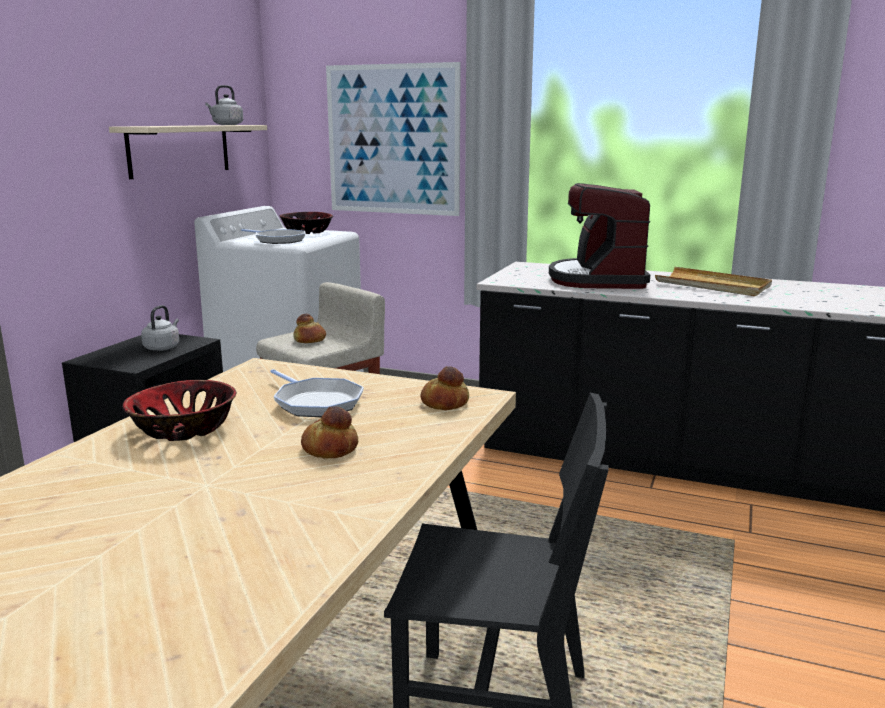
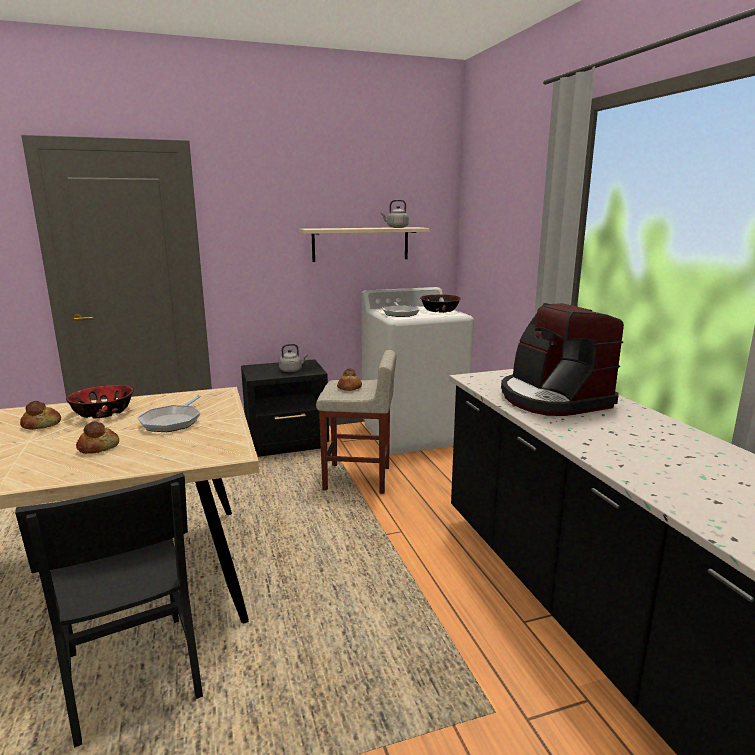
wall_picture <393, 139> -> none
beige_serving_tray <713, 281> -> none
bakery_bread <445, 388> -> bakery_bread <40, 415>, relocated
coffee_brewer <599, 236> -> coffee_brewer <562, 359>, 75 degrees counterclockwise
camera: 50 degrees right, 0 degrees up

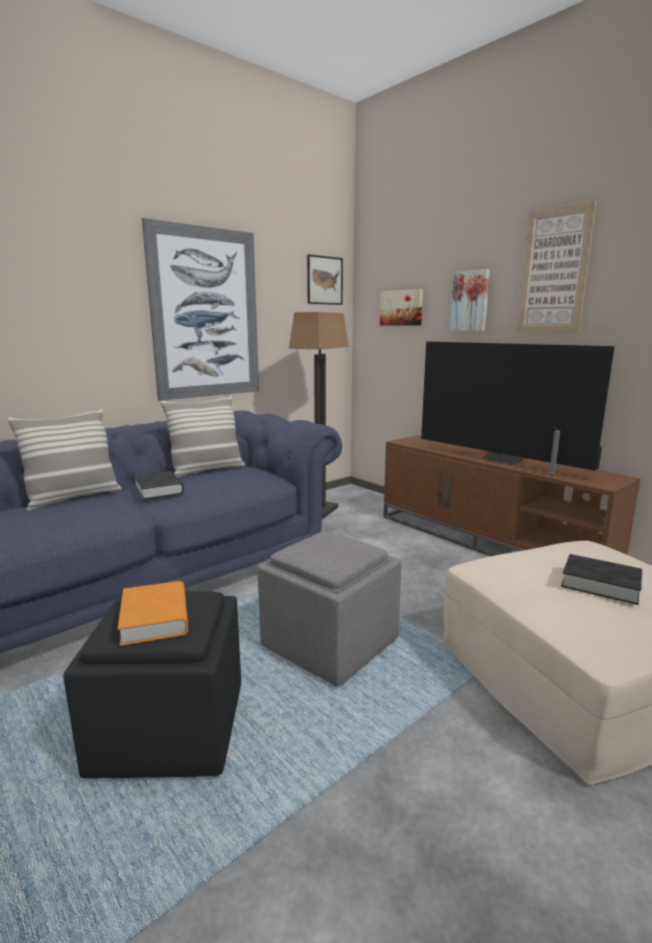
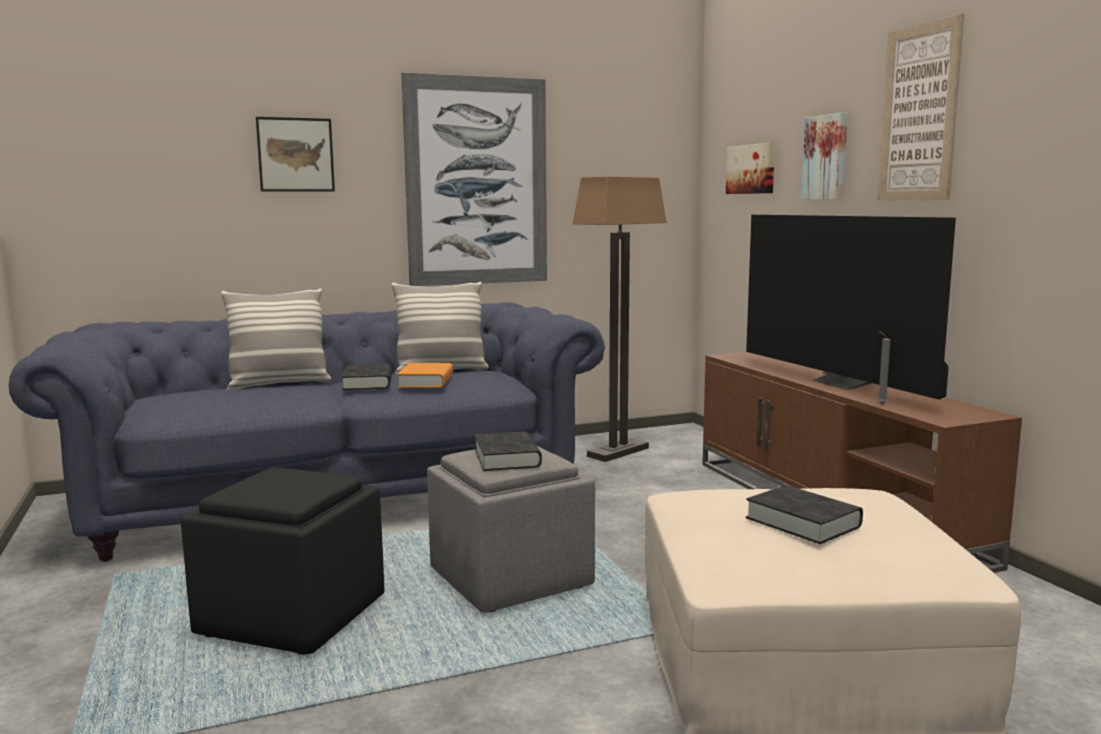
none -> blackish_bound_book <508, 451>
orange_bound_book <153, 613> -> orange_bound_book <425, 375>, relocated
wall_picture <325, 279> -> wall_picture <295, 154>, relocated
camera: 20 degrees right, 5 degrees down

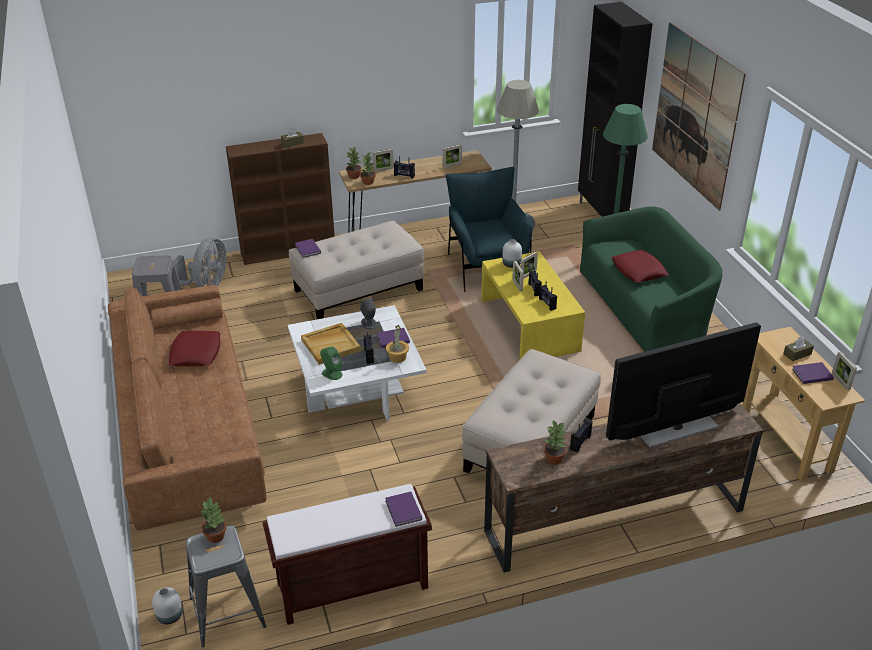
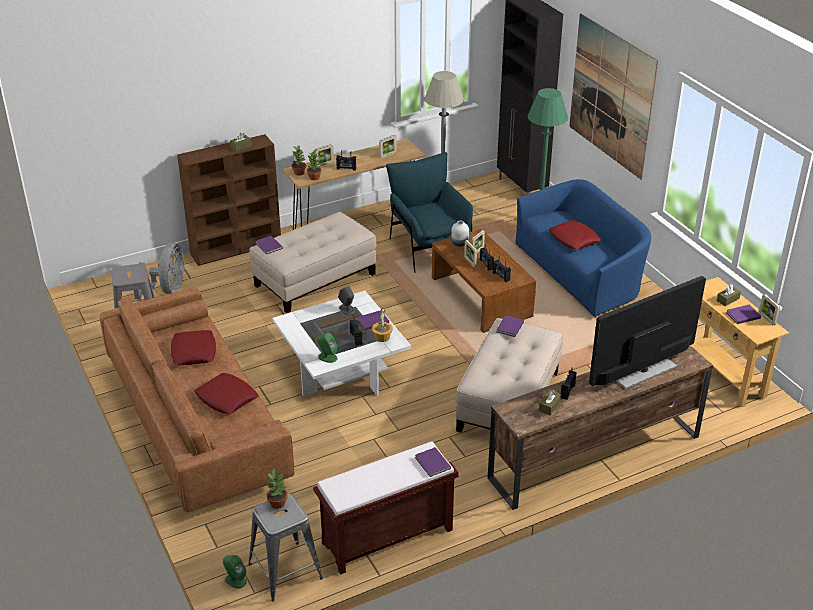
beige_serving_tray <331, 344> -> none
none -> red_cushion <226, 394>
none -> purple_bound_book <510, 326>
whitish_decorative_vase <167, 605> -> green_audio_speaker <235, 571>
houseplant <555, 442> -> brown-coloured_tissue_holder <550, 402>
yellowish_lounge_table <533, 305> -> brown-coloured_lounge_table <484, 281>
green_sofa <651, 279> -> blue_sofa <583, 248>
camera: 10 degrees left, 0 degrees up

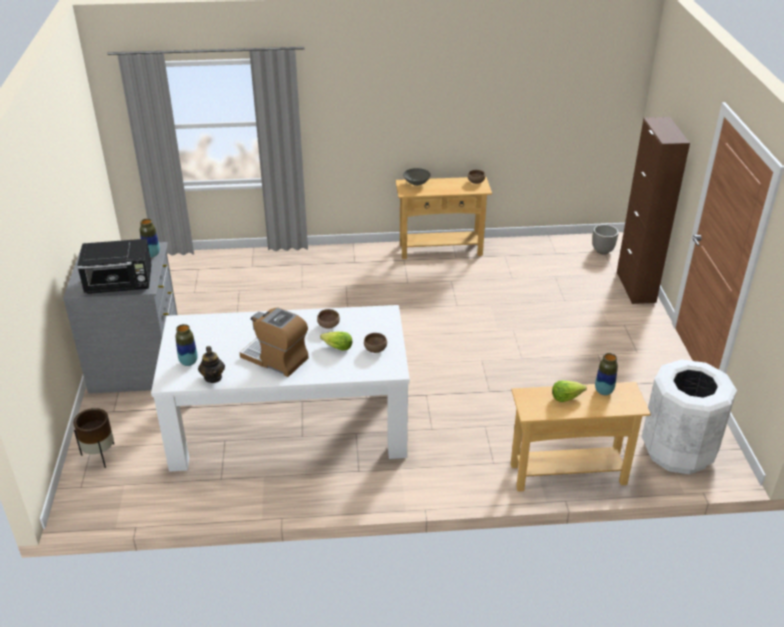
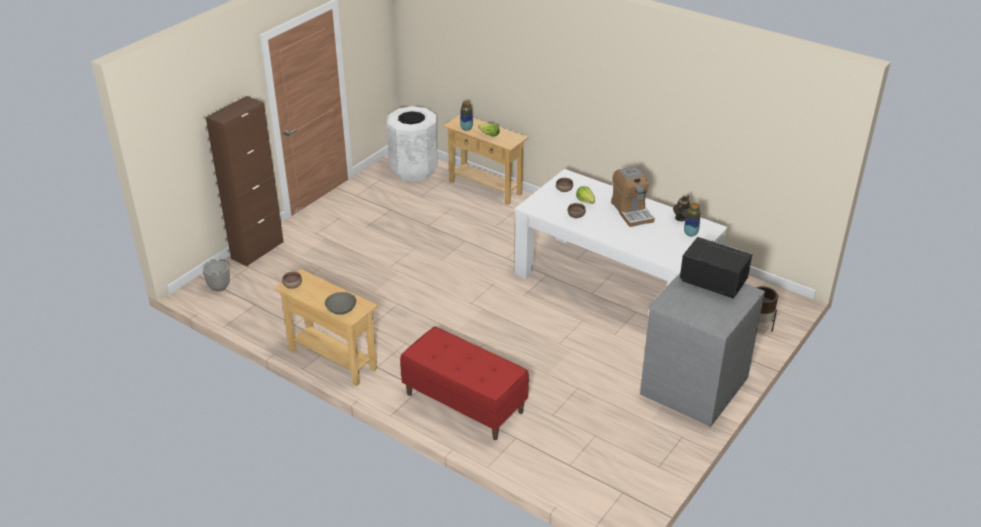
decorative_vase <150, 238> -> none
none -> red_indoor_bench <464, 383>
camera: 140 degrees left, 0 degrees up

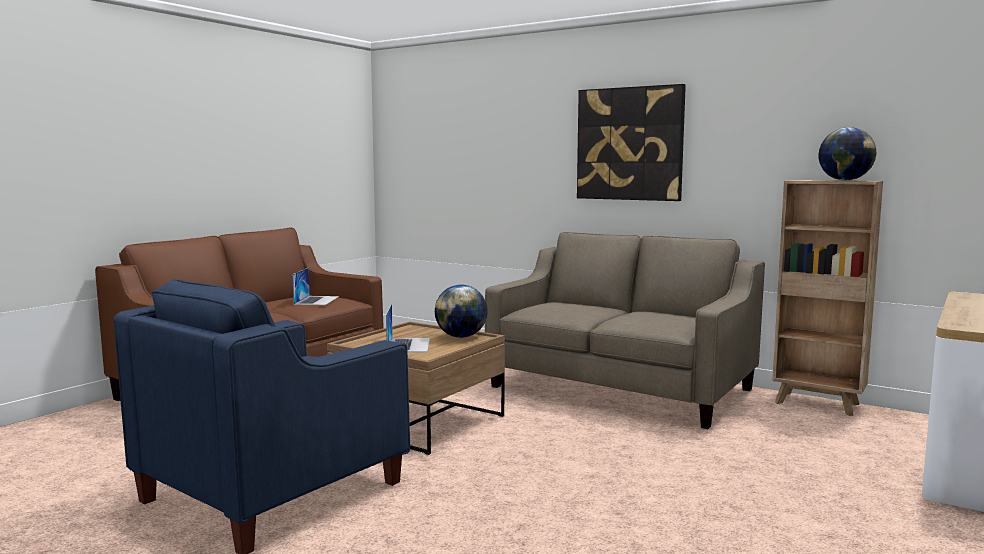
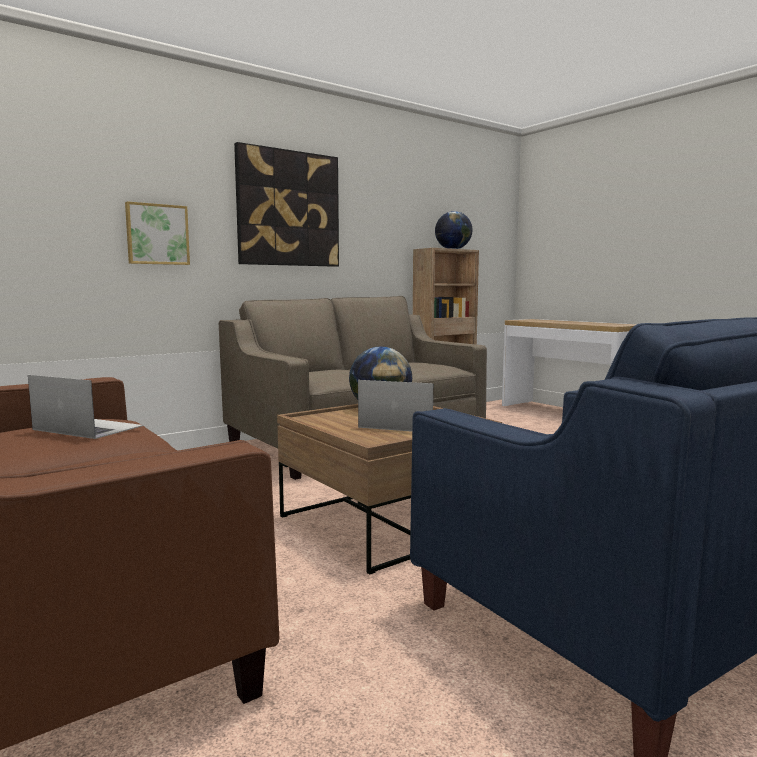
none -> wall_picture <157, 233>
camera: 70 degrees left, 0 degrees up

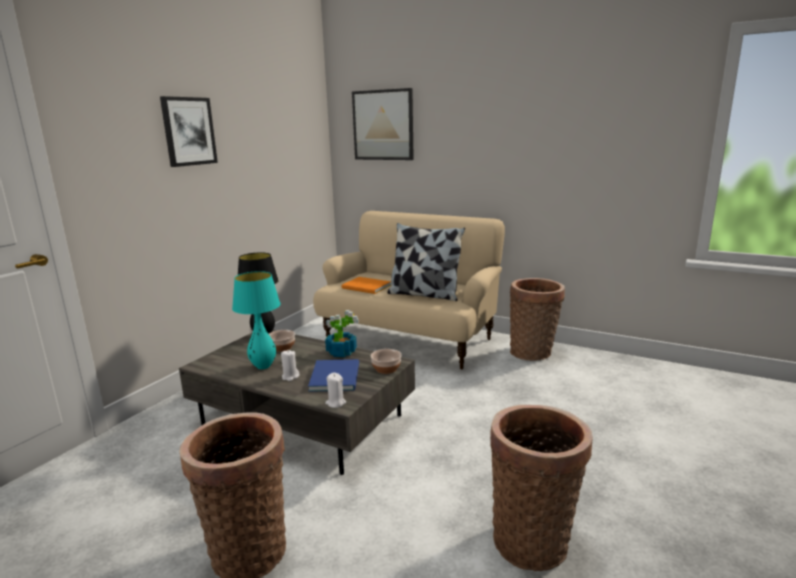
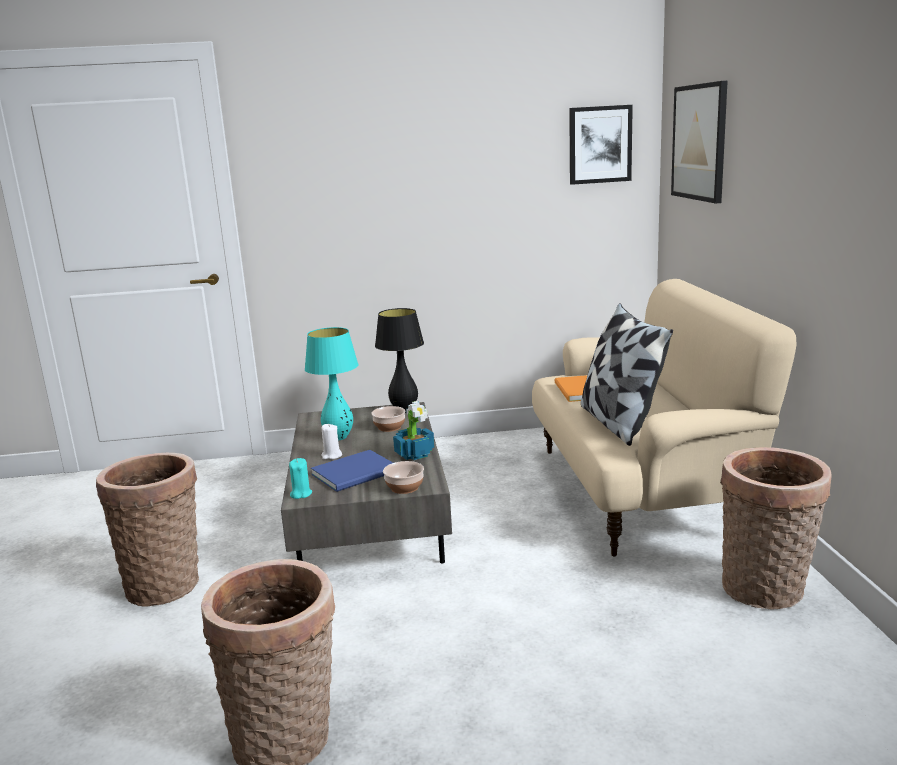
wall_picture <189, 131> -> wall_picture <601, 145>, relocated
whitish_candle <335, 390> -> turquoise-coloured_candle <300, 478>
camera: 55 degrees right, 0 degrees up

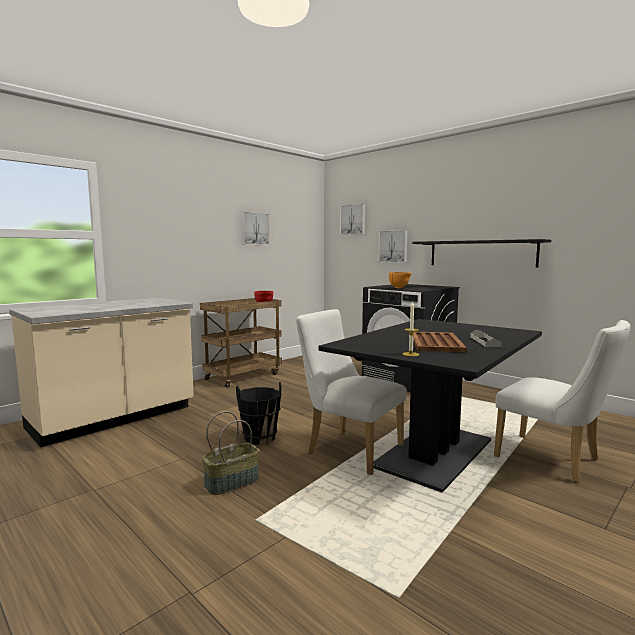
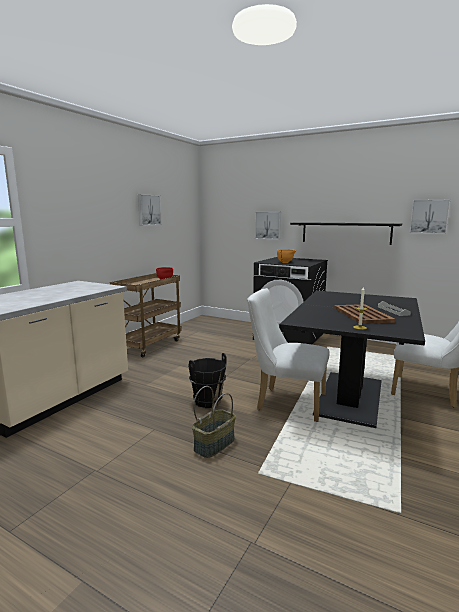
wall_picture <352, 219> -> wall_picture <430, 217>, relocated
camera: 15 degrees left, 5 degrees up

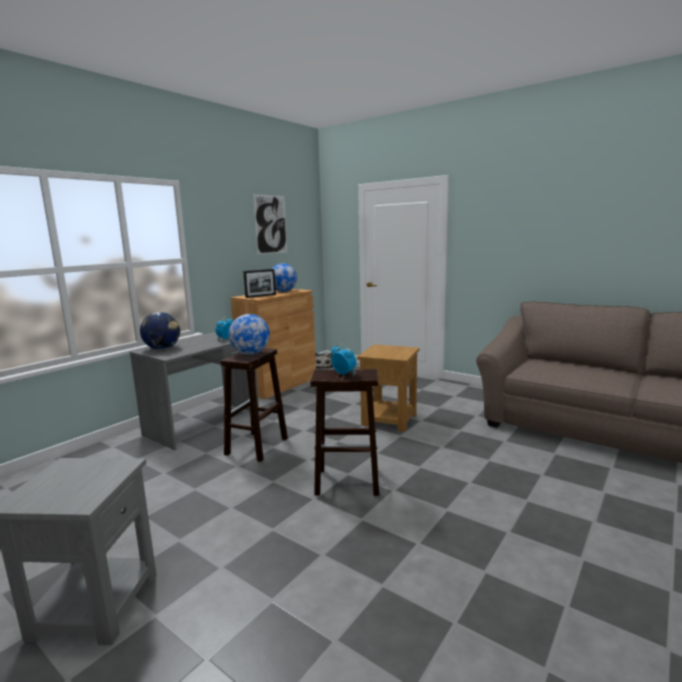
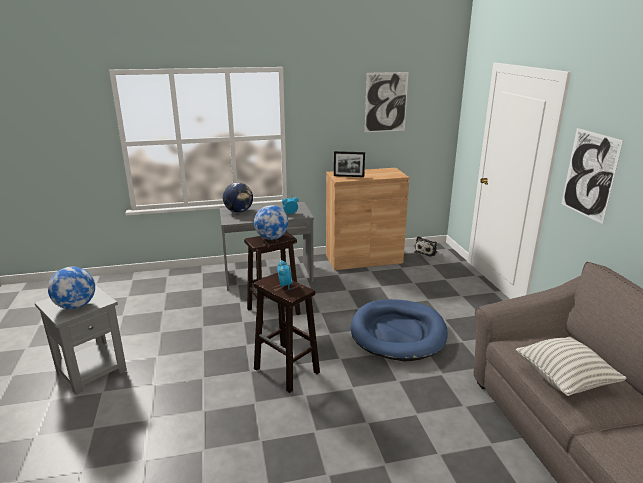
none -> cushion <571, 366>
none -> wall_picture <592, 176>
world_globe <284, 278> -> world_globe <71, 288>, relocated
brown-coloured_side_table <388, 388> -> blue_dog_cushion <399, 330>
camera: 40 degrees right, 10 degrees up

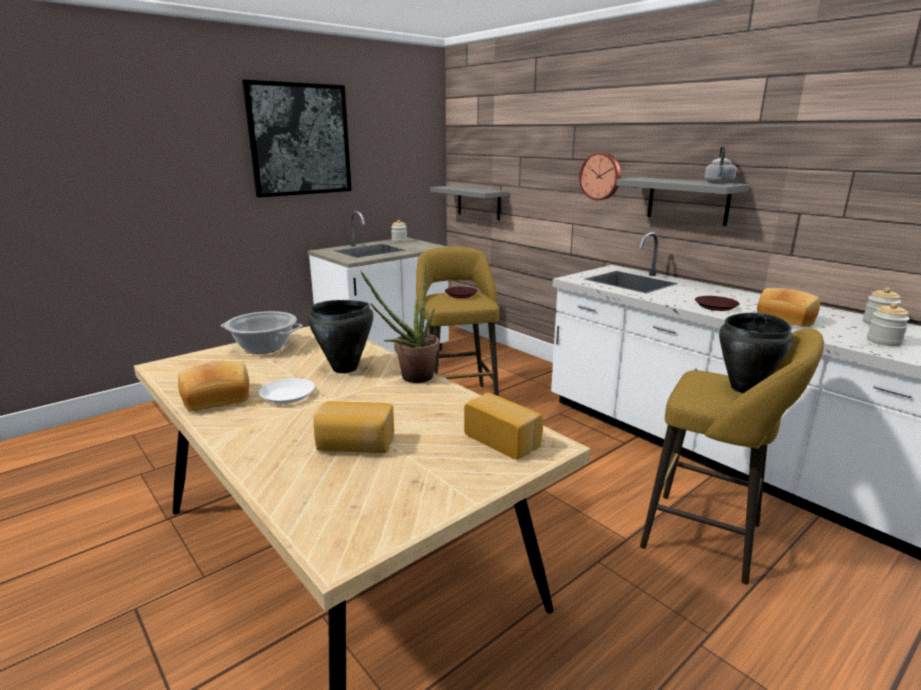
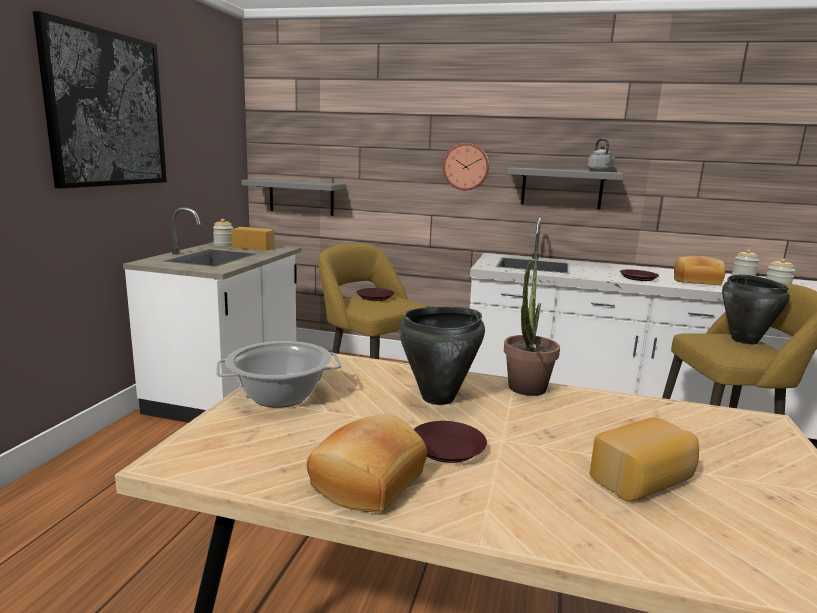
bakery_bread <503, 426> -> bakery_bread <252, 238>, relocated
whitish_plate <287, 391> -> brown-coloured_plate <450, 442>
camera: 35 degrees left, 5 degrees down

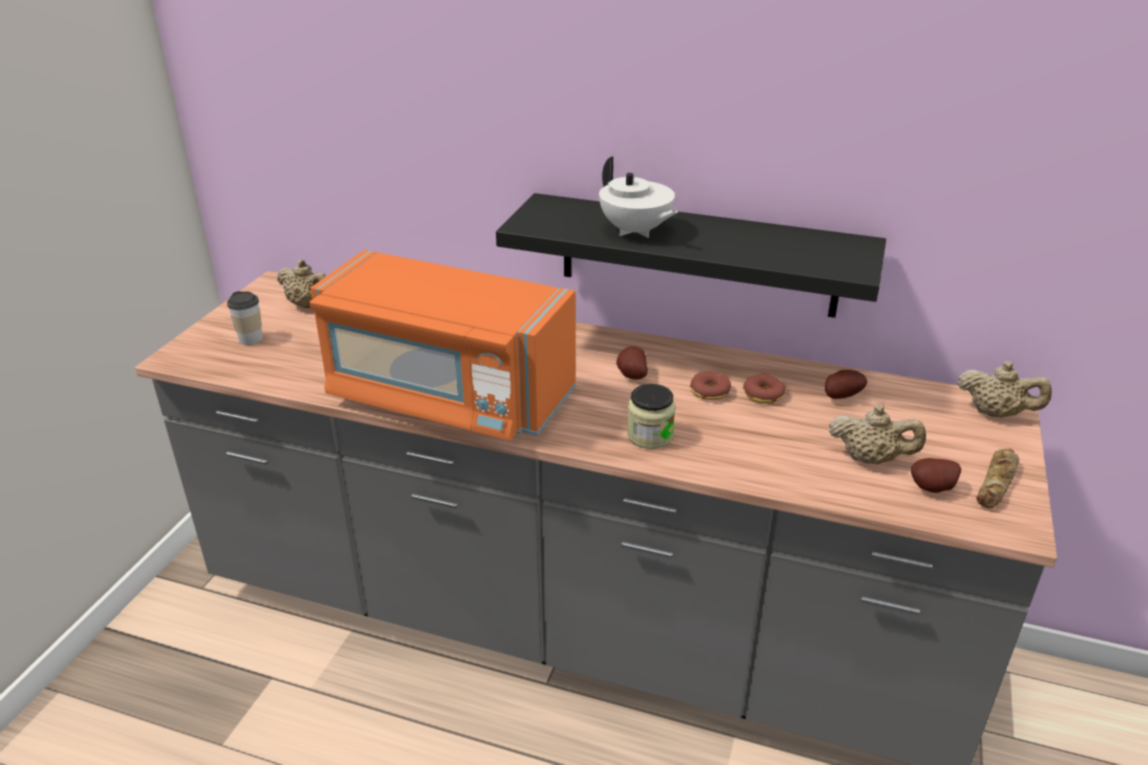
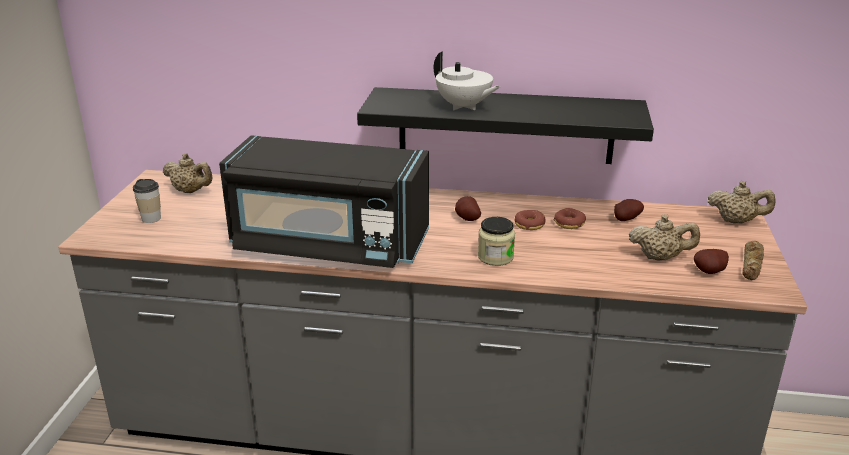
orange_kitchen_microwave <443, 345> -> blackish_kitchen_microwave <324, 201>
camera: 10 degrees left, 5 degrees down

